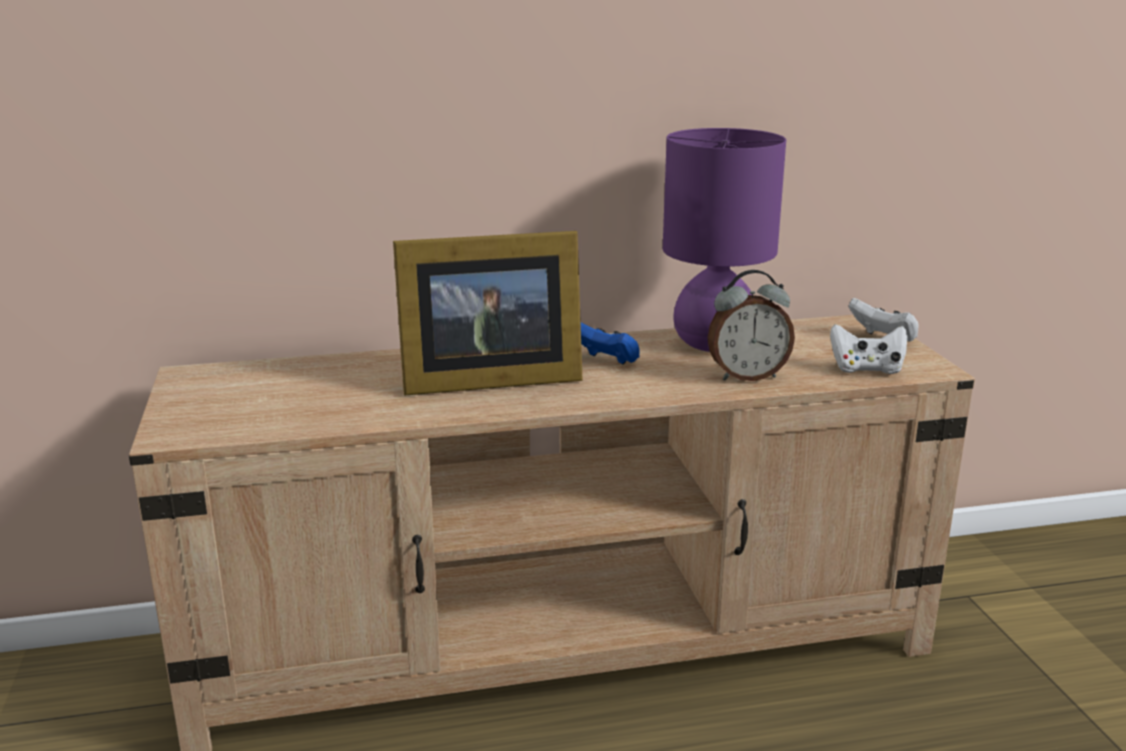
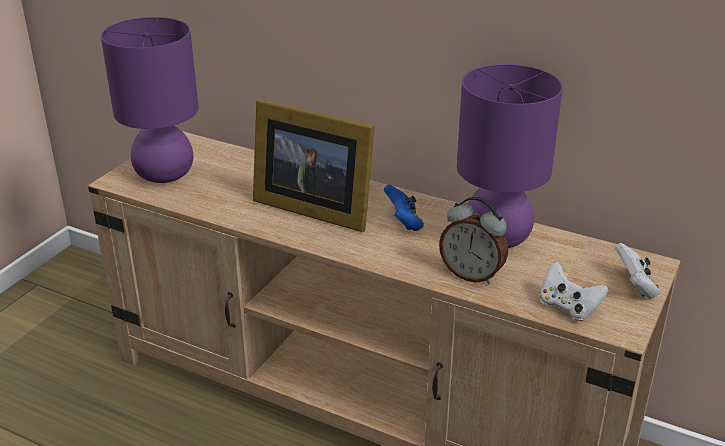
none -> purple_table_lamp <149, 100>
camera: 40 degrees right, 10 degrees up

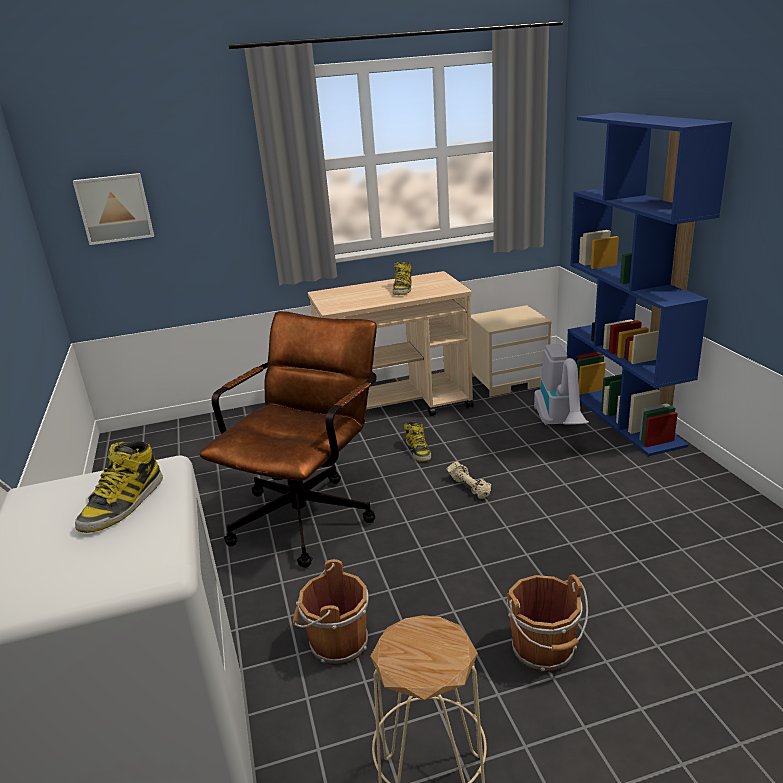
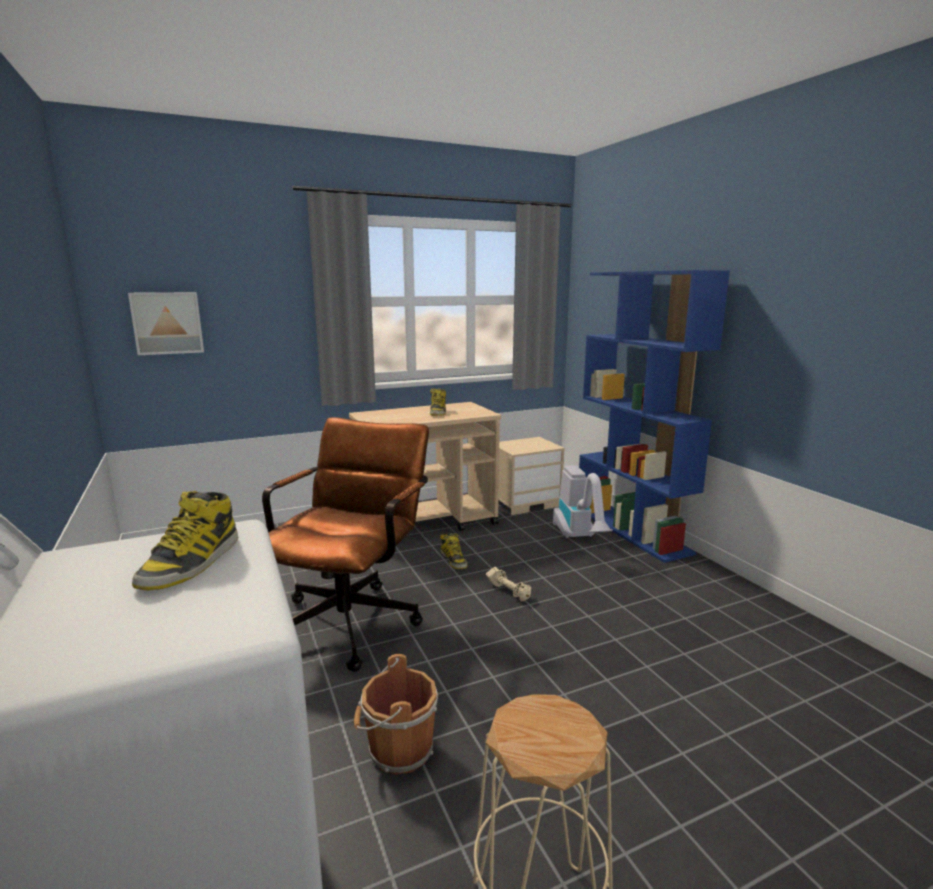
brown-coloured_water_bucket <547, 623> -> none
camera: 10 degrees left, 10 degrees down

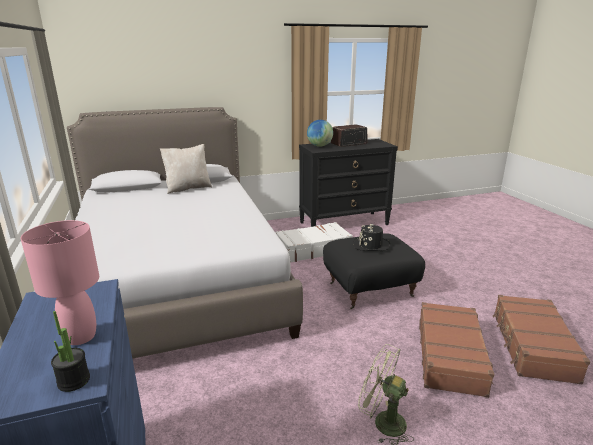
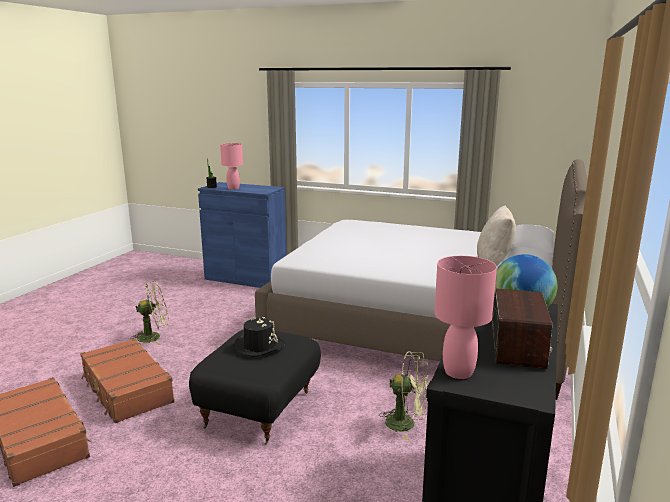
none -> pink-coloured_table_lamp <465, 317>
whitish_piece_of_luggage <314, 242> -> green_fan <405, 395>
camera: 130 degrees right, 5 degrees down

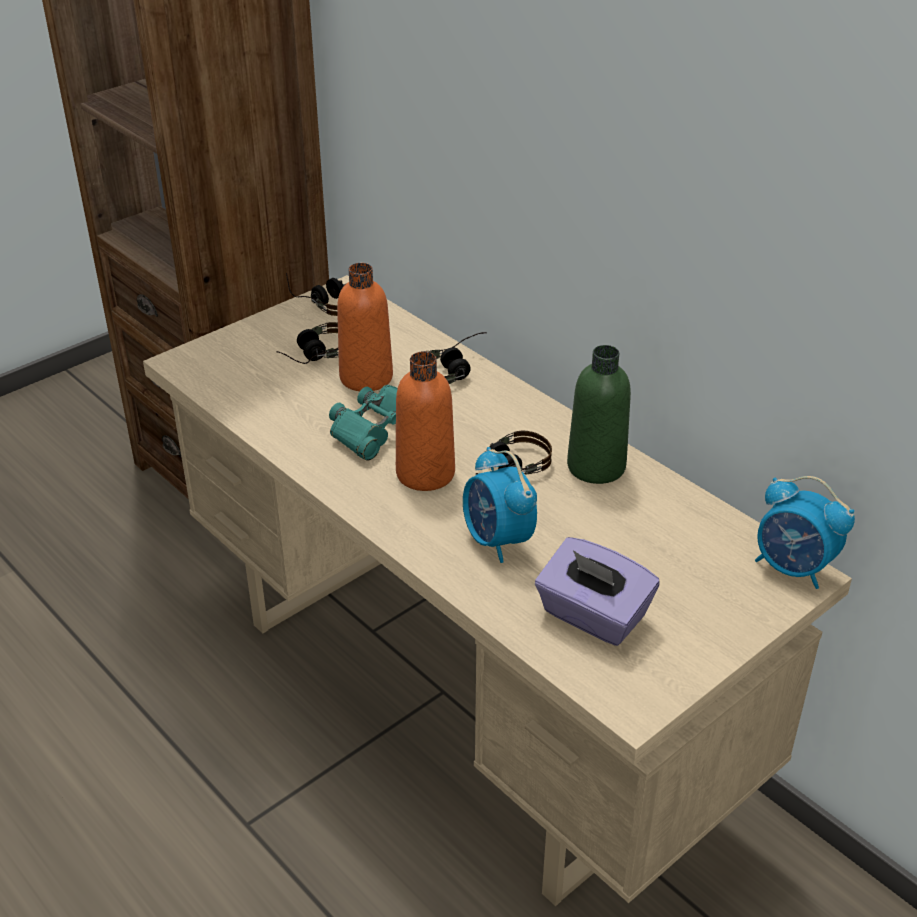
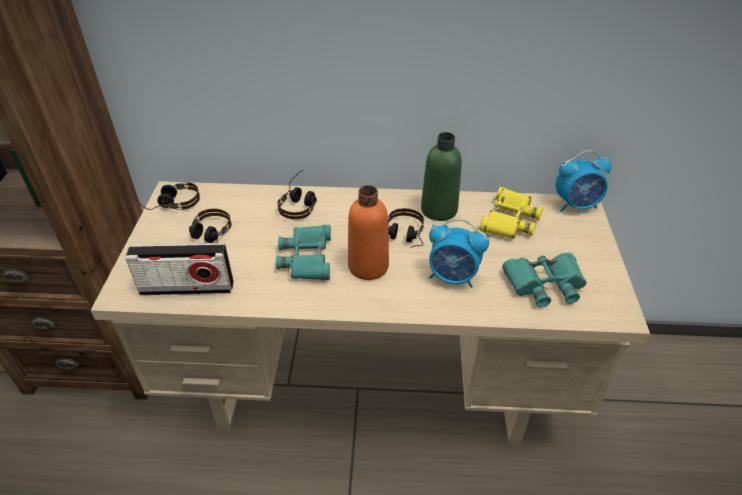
orange_drink_bottle <365, 327> -> none
none -> radio_set <179, 269>
none -> yellowish_binoculars <511, 213>
purple_tissue_holder <597, 591> -> turquoise-coloured_binoculars <544, 280>
camera: 45 degrees left, 5 degrees up

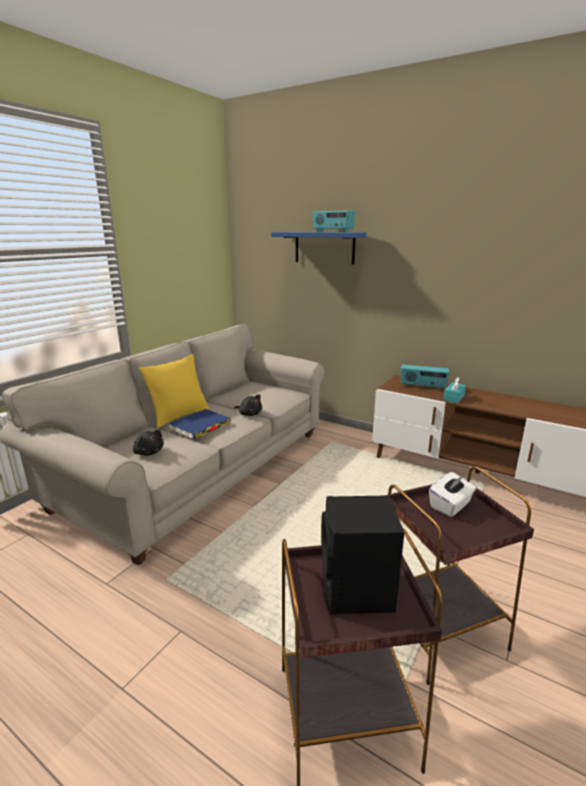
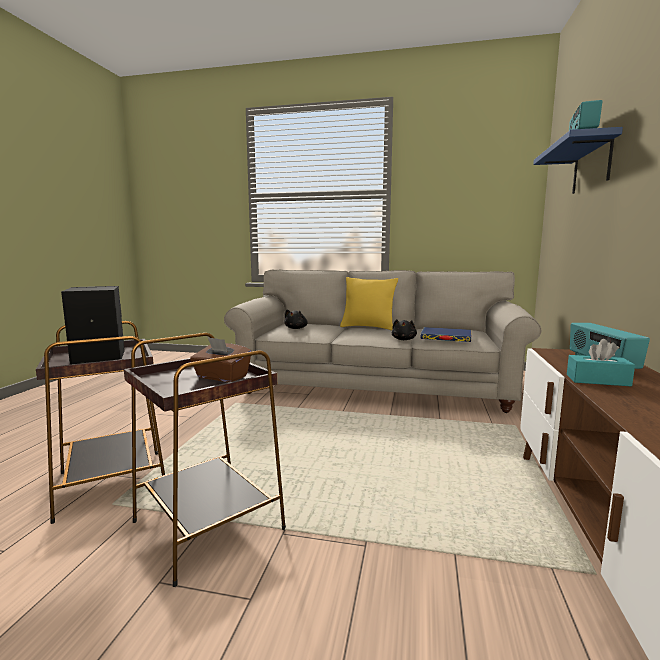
blue_bound_book <200, 424> -> blue_bound_book <445, 334>, relocated
whitish_tissue_holder <452, 494> -> brown-coloured_tissue_holder <220, 359>
camera: 70 degrees right, 10 degrees down

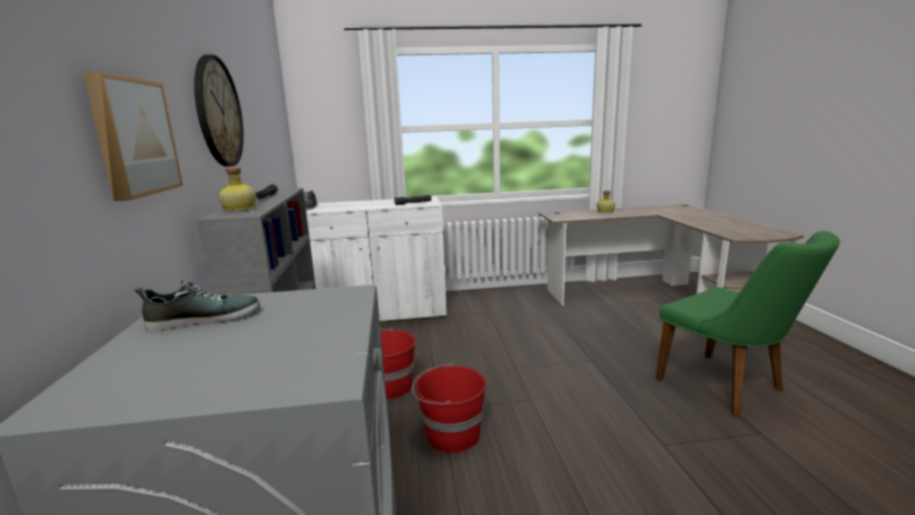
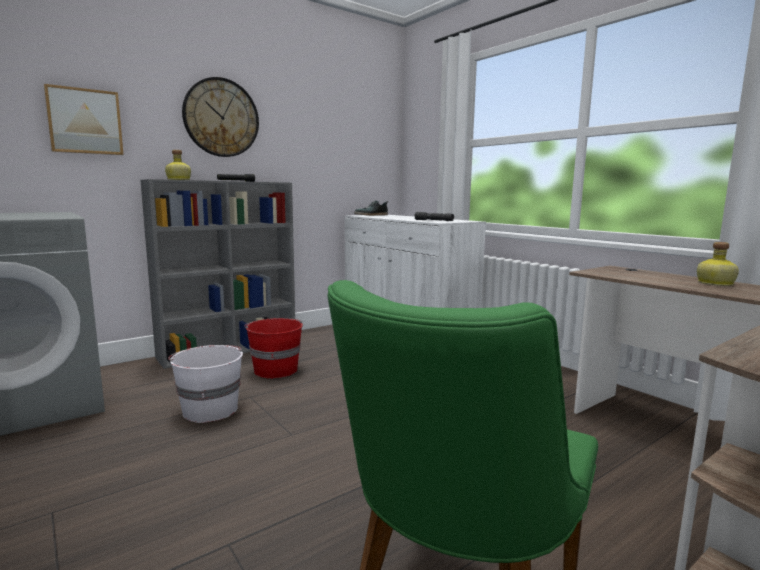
shoe <197, 305> -> none
red_water_bucket <449, 408> -> whitish_water_bucket <205, 384>
camera: 60 degrees right, 5 degrees down

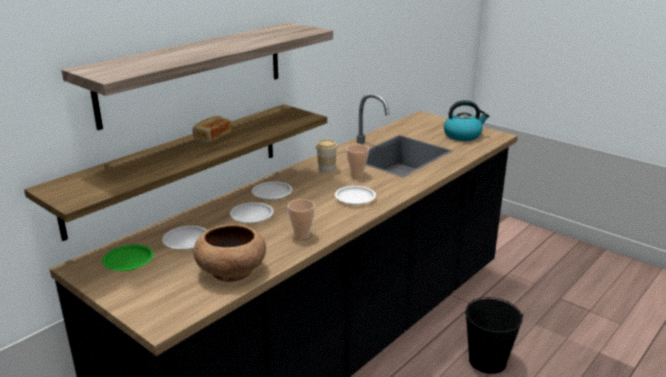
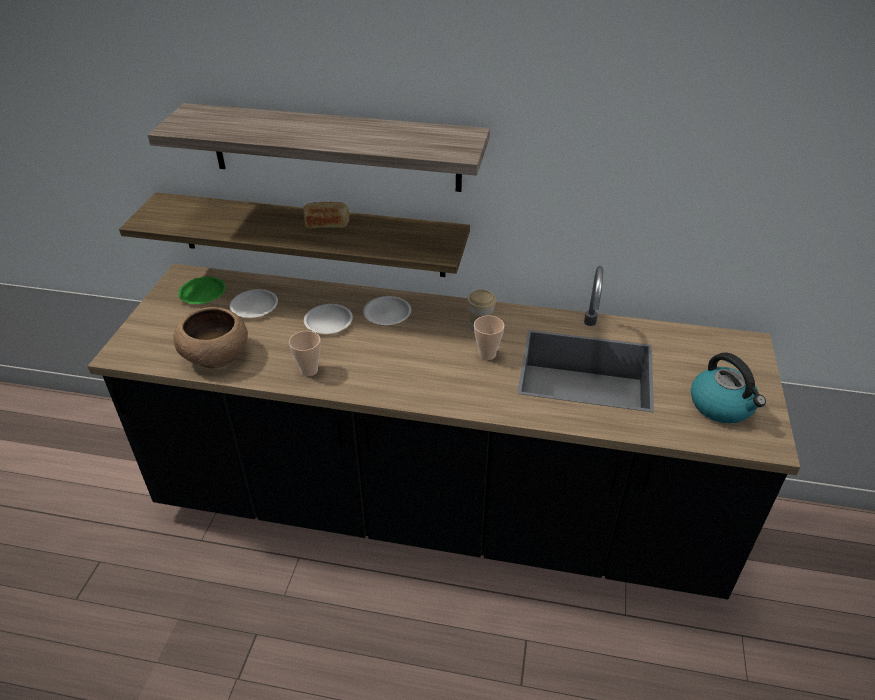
whitish_plate <355, 195> -> none
blackish_water_bucket <494, 335> -> none
camera: 60 degrees right, 15 degrees up

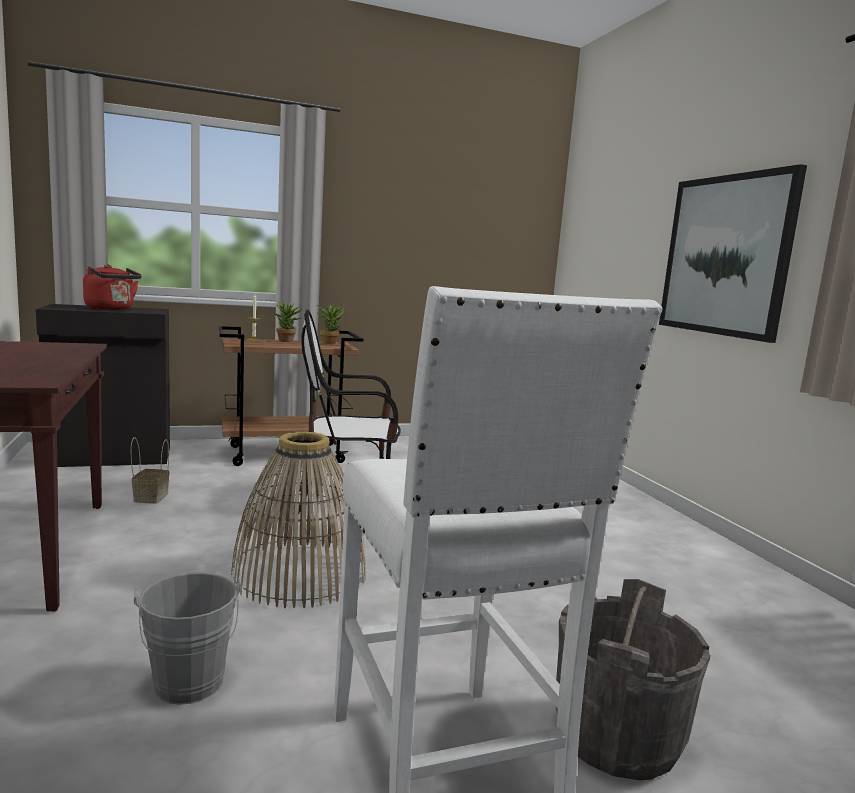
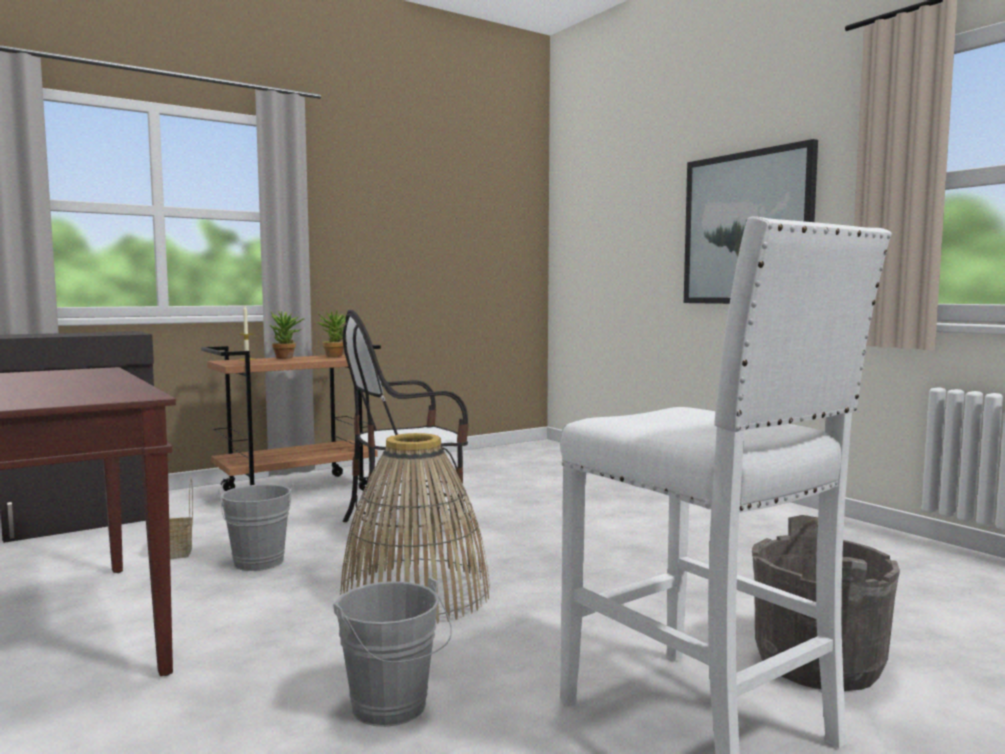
red_tea_kettle <112, 287> -> none
none -> gray_water_bucket <256, 527>
camera: 15 degrees left, 5 degrees down

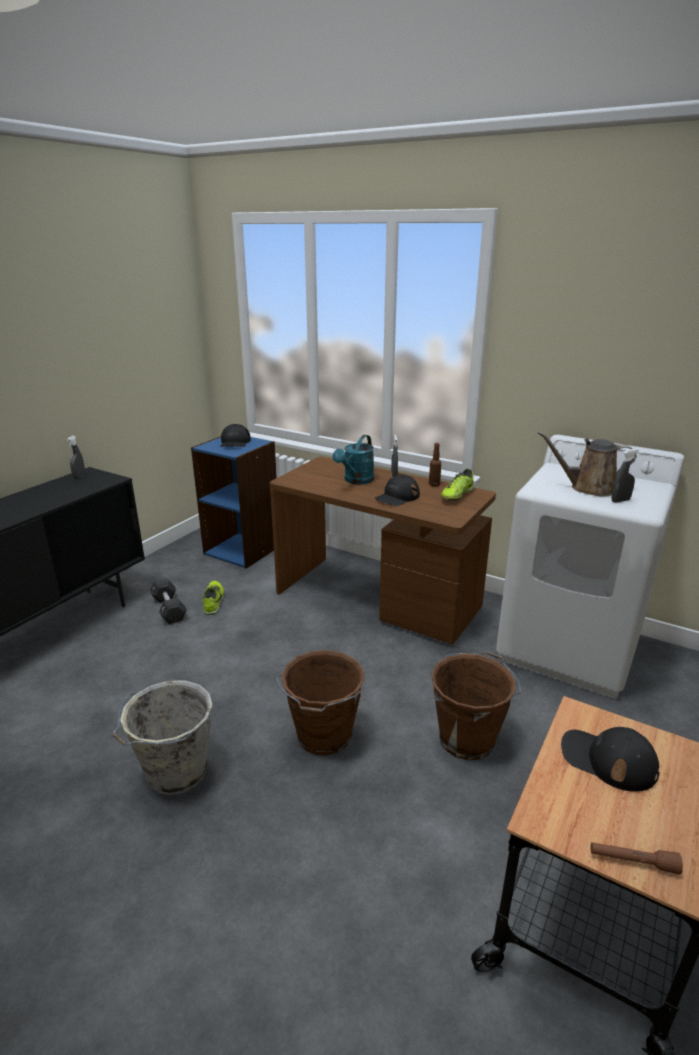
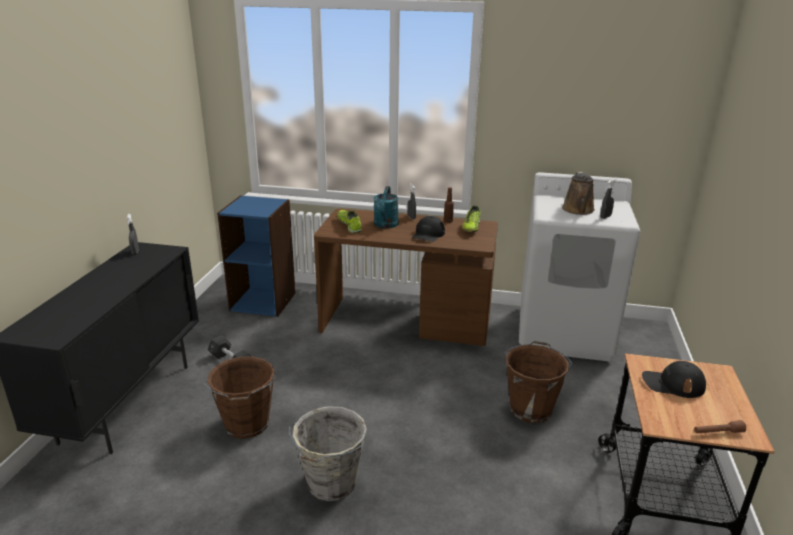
blackish_cap <235, 435> -> none
shoe <213, 598> -> shoe <349, 221>, relocated
brown-coloured_water_bucket <320, 703> -> brown-coloured_water_bucket <239, 398>, relocated
brown-coloured_sprinkling_can <587, 463> -> brown-coloured_sprinkling_can <578, 193>, 75 degrees counterclockwise
camera: 20 degrees left, 0 degrees up

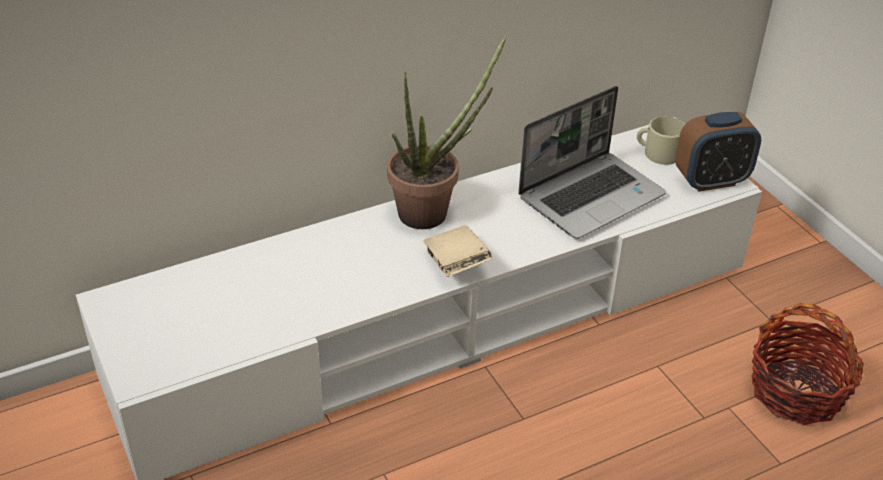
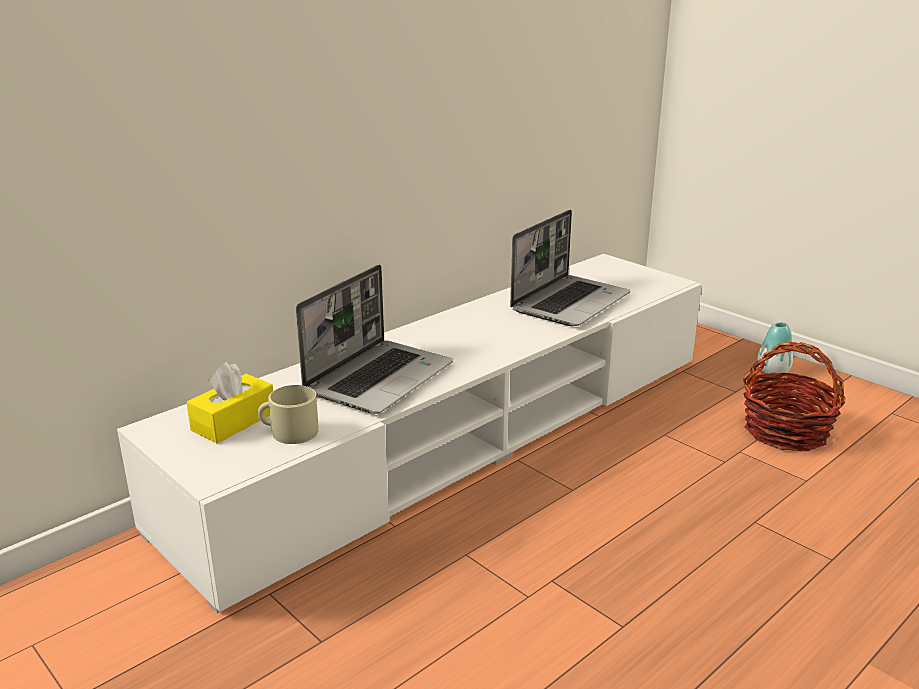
houseplant <447, 132> -> none
beige_bound_book <457, 251> -> none
table_clock <718, 152> -> none
none -> yellowish_tissue_holder <229, 402>
none -> notebook_computer <374, 339>
none -> decorative_vase <775, 348>
beige_mug <661, 140> -> beige_mug <288, 414>, relocated
camera: 15 degrees left, 15 degrees down

